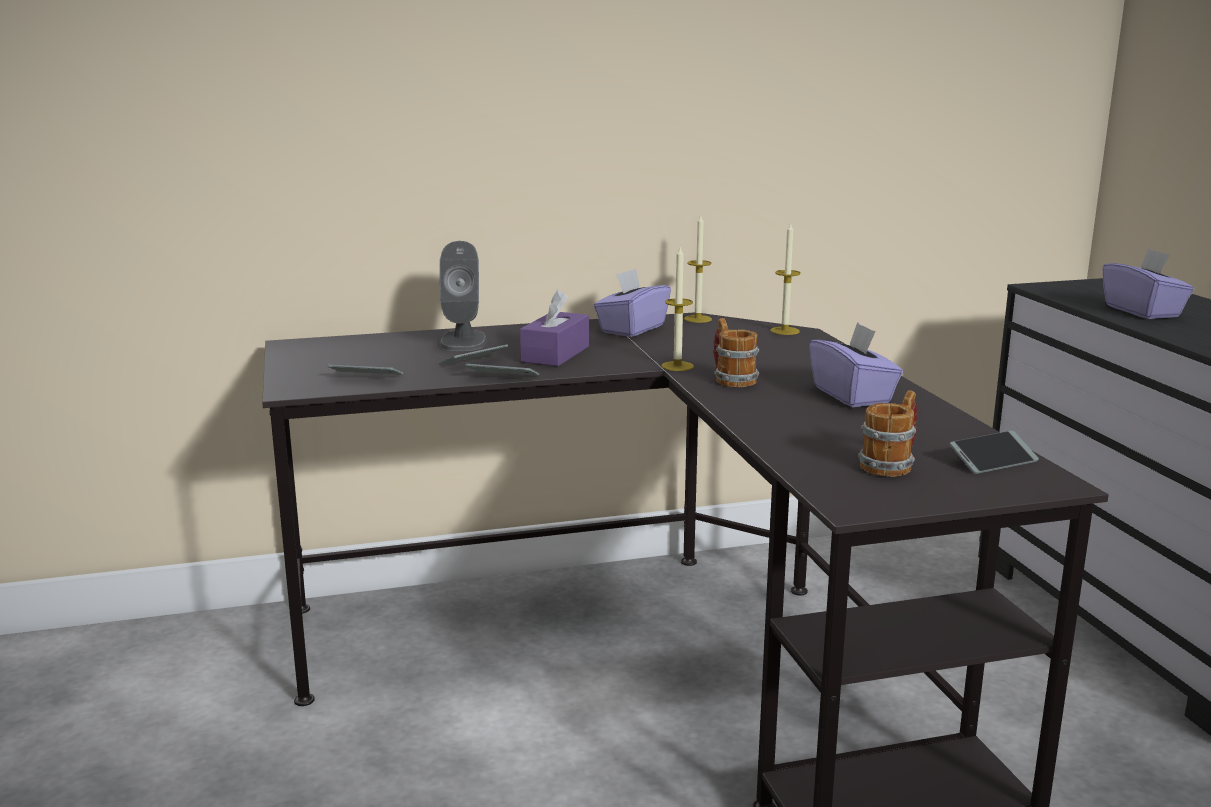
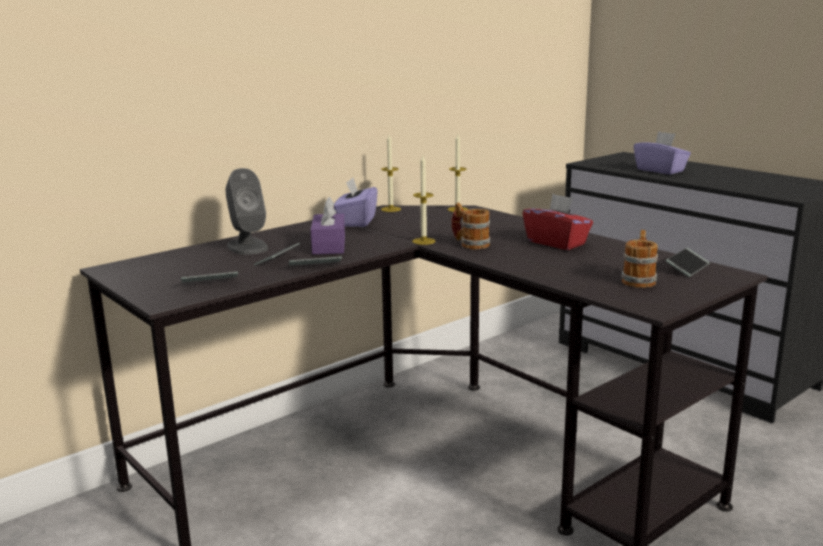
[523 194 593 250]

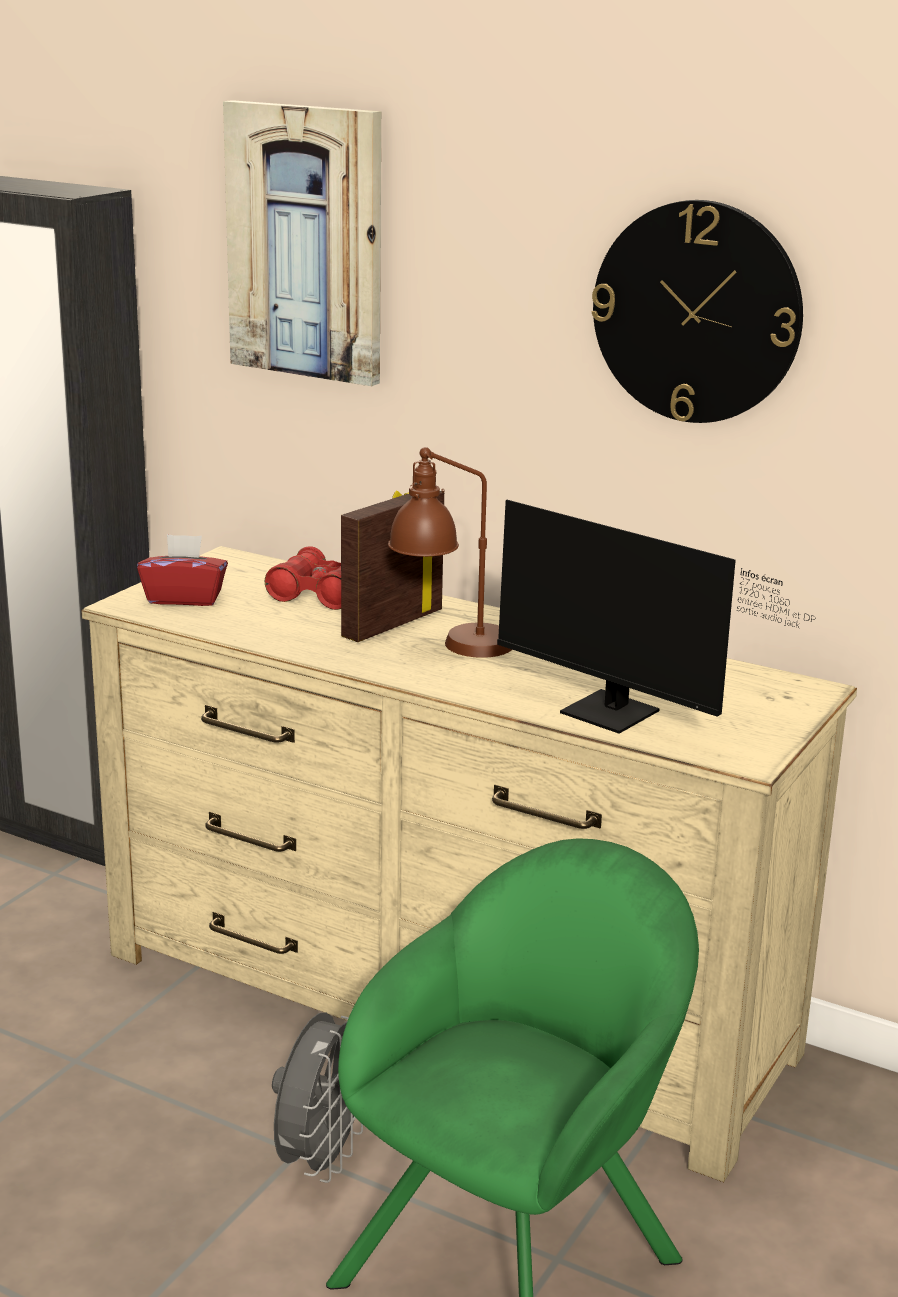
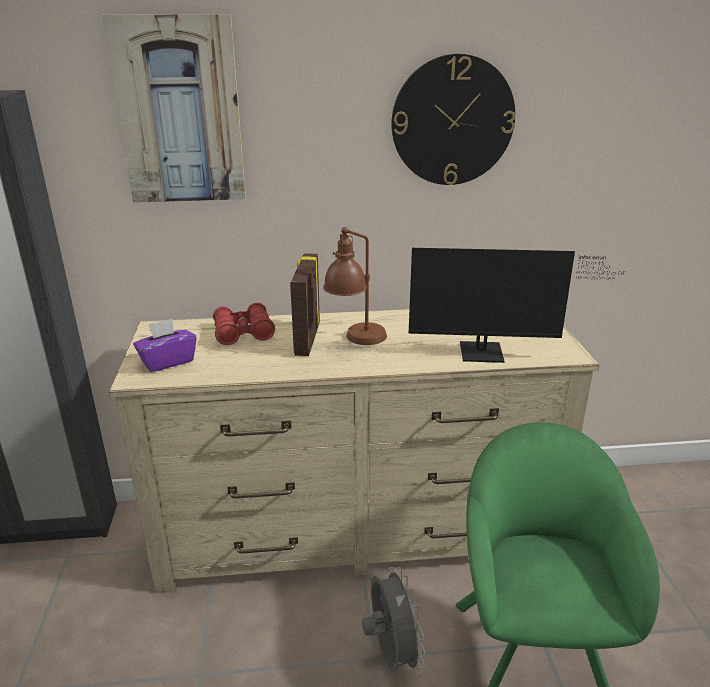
[133 319 197 372]

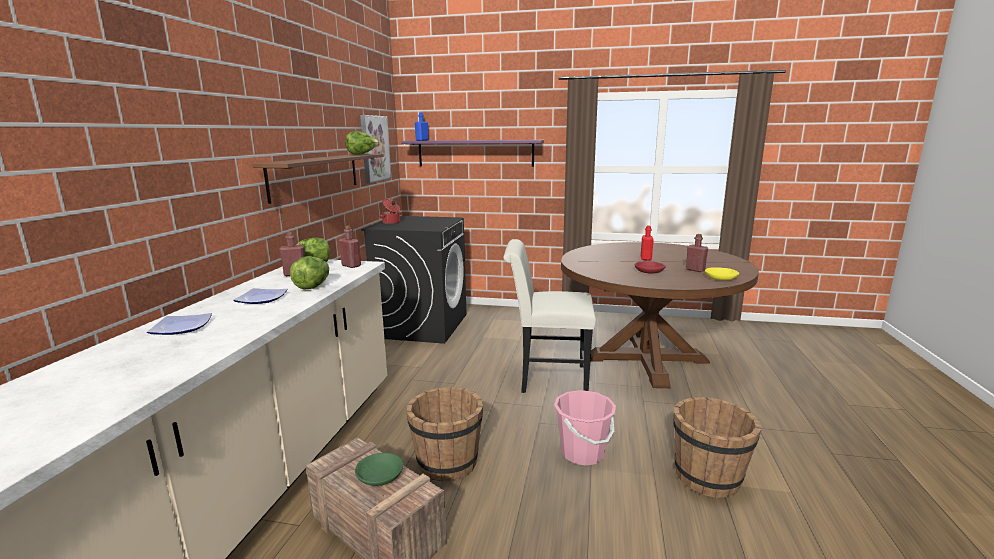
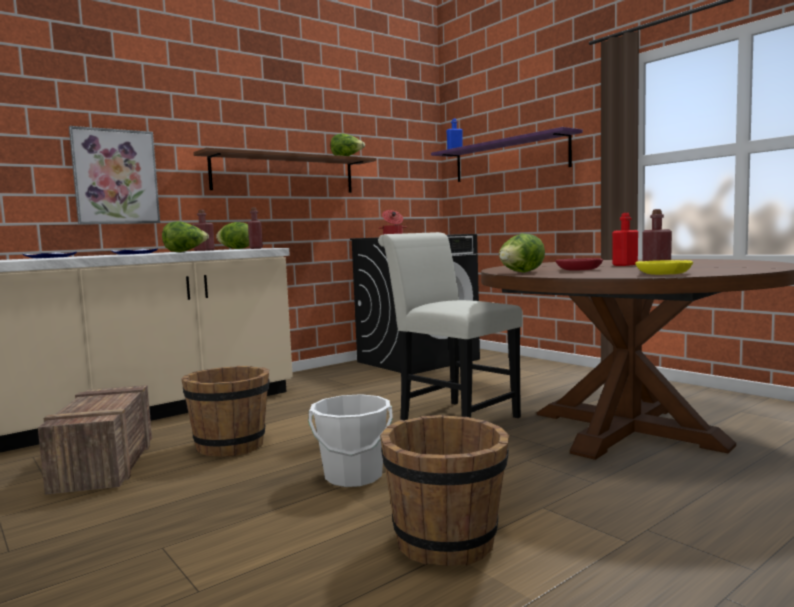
[355 453 403 486] (first image)
[69 126 160 224]
[309 394 393 487]
[499 233 545 273]

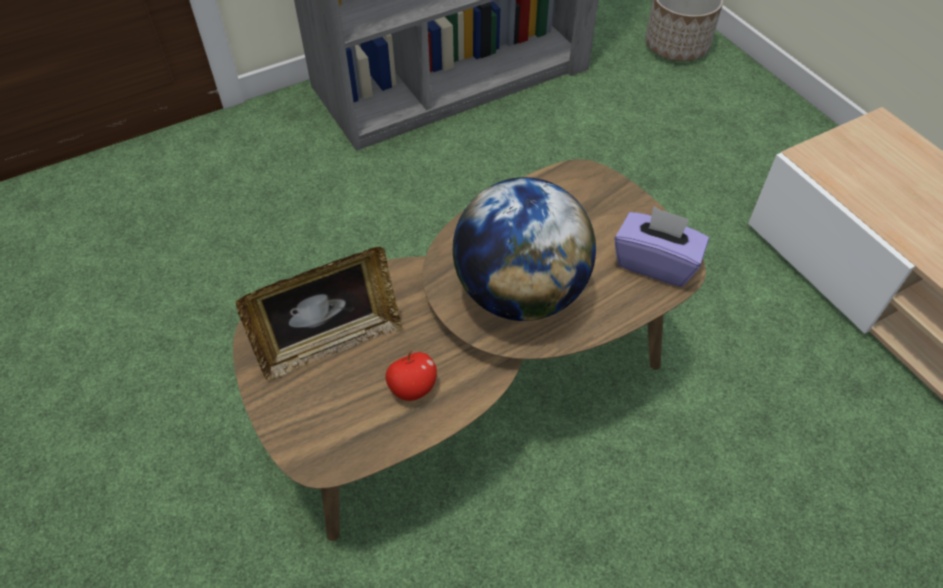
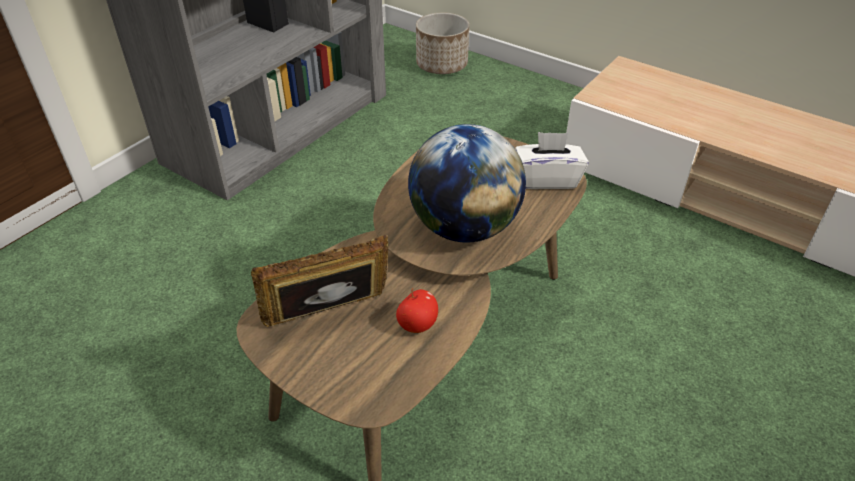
[251 235 388 327]
[515 132 588 189]

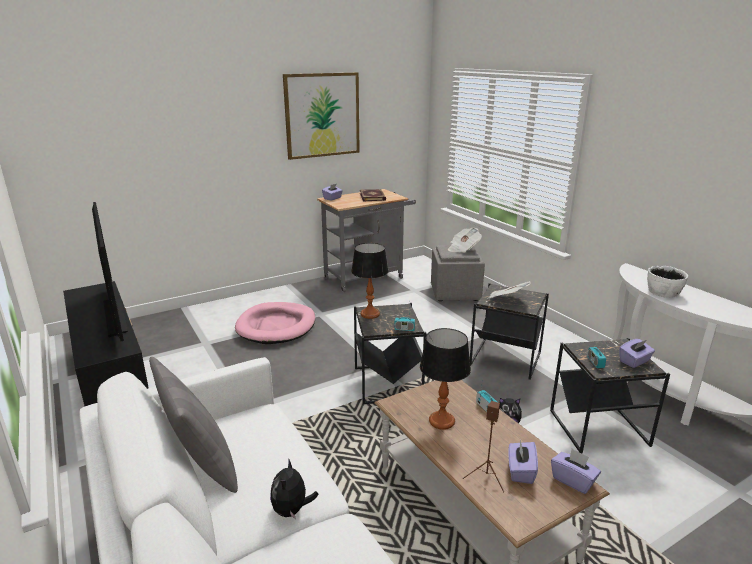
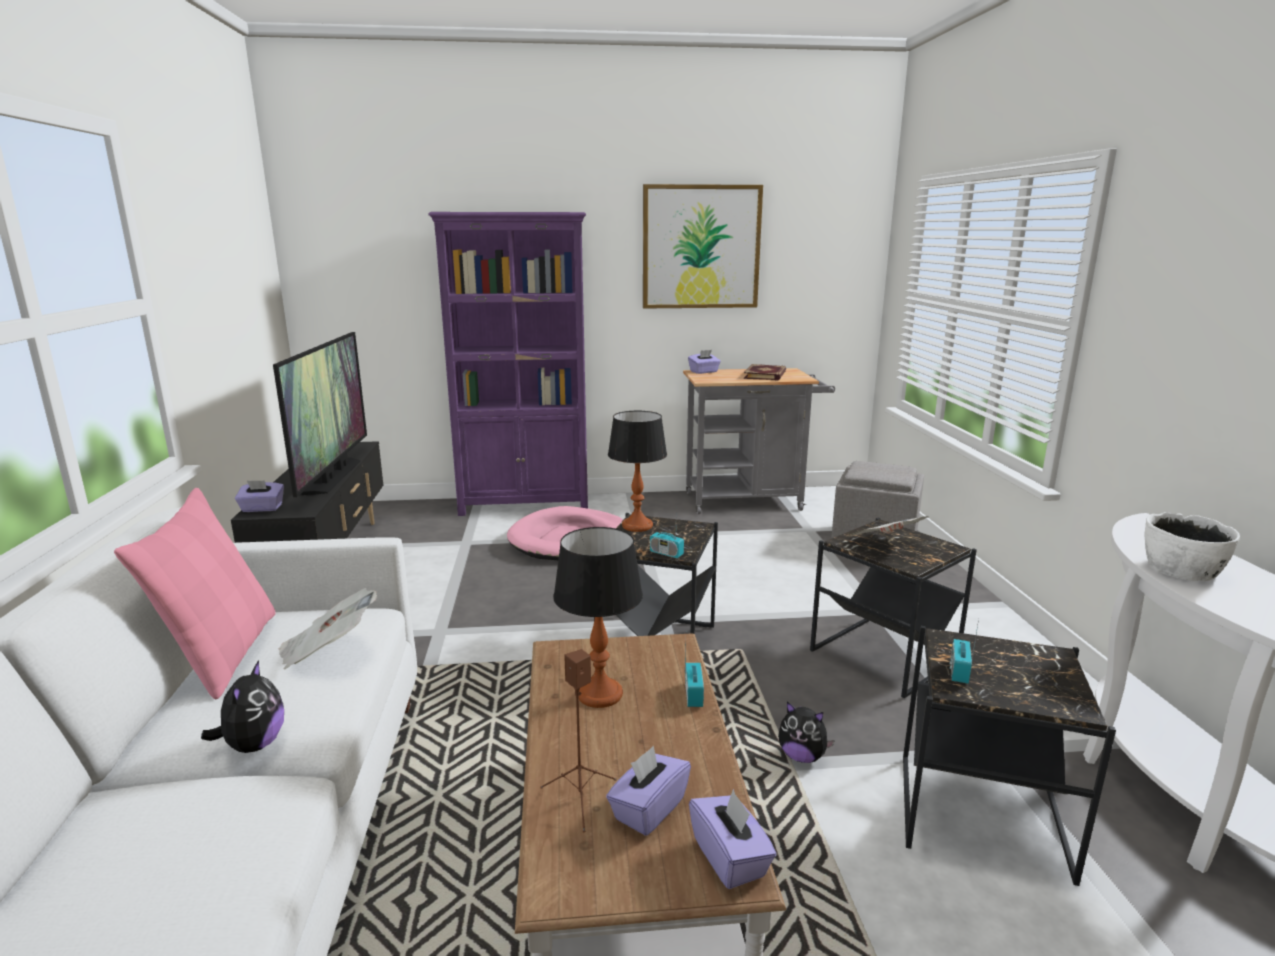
[114 488 276 699]
[201 660 284 753]
[279 588 377 670]
[235 480 284 512]
[428 212 588 516]

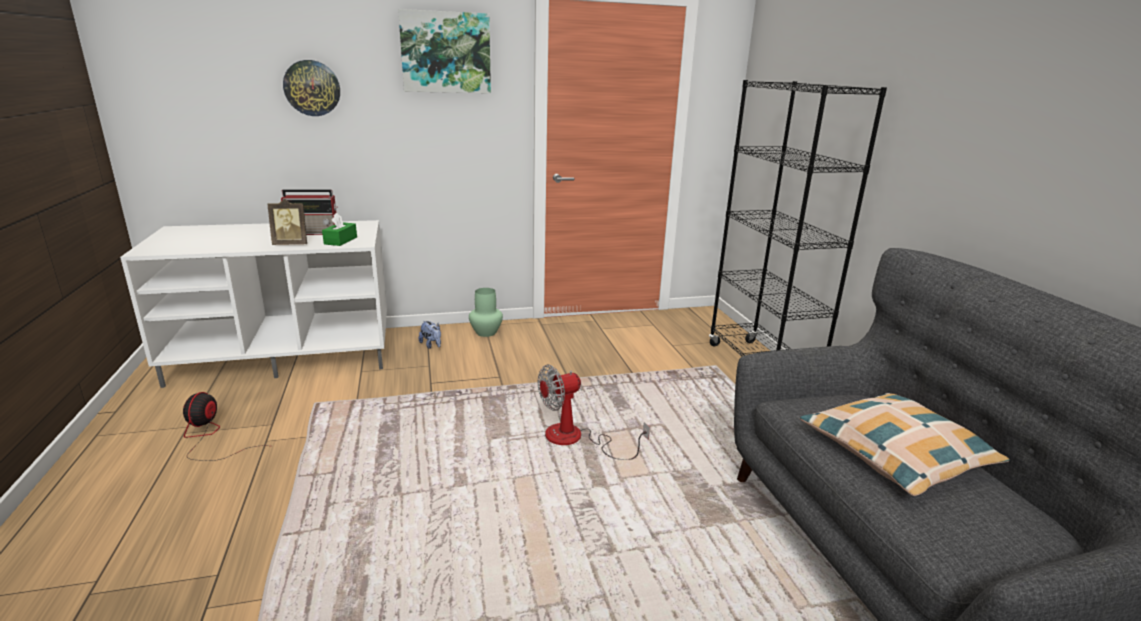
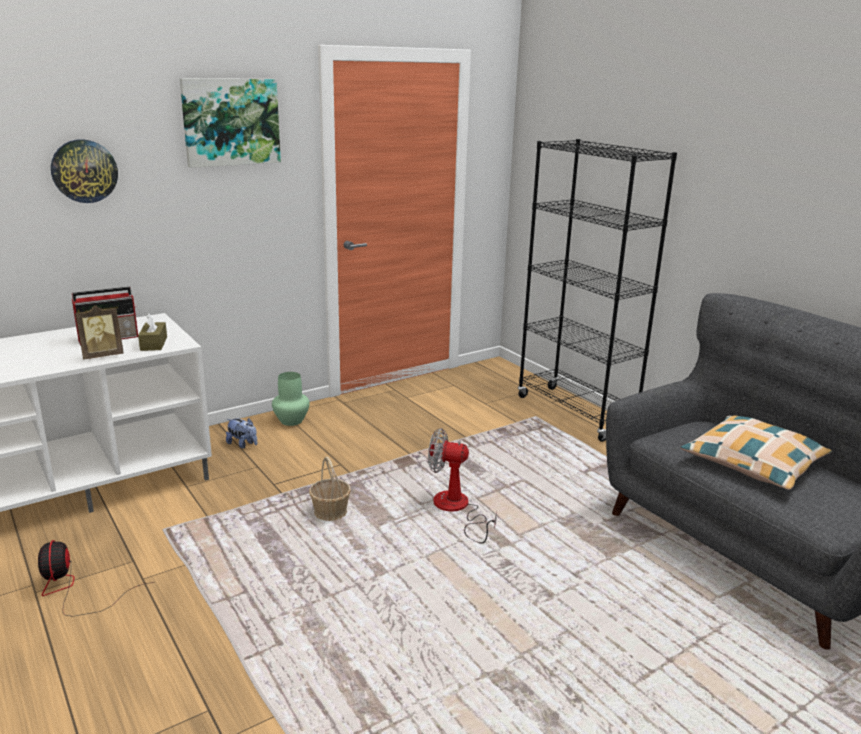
[138 313 167 351]
[428 428 497 544]
[309 457 351 521]

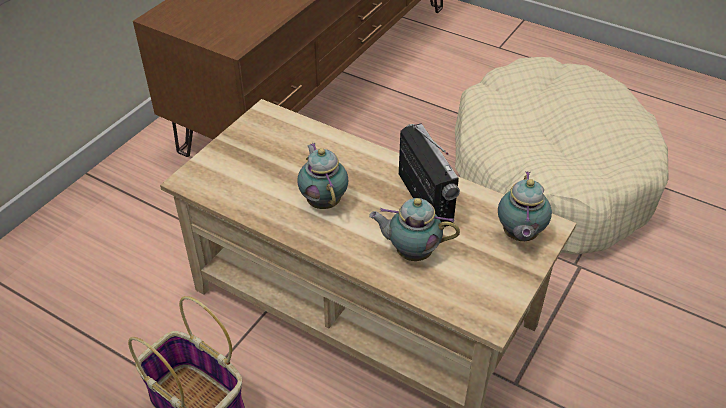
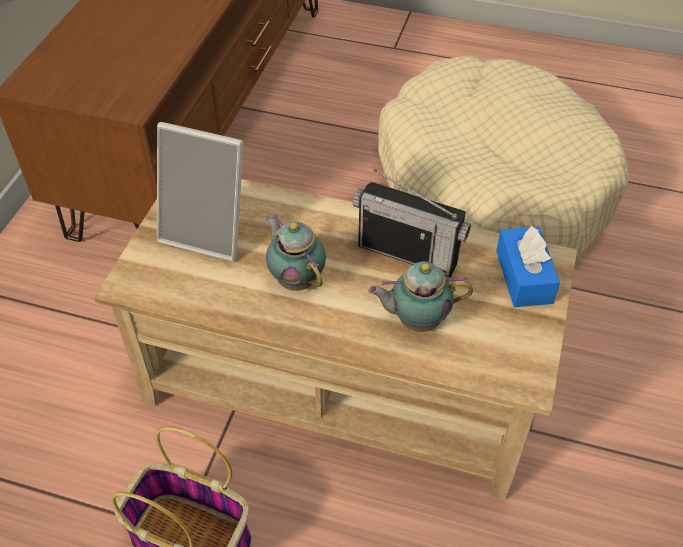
[353 169 471 277]
[496 226 560 307]
[157 122 244 262]

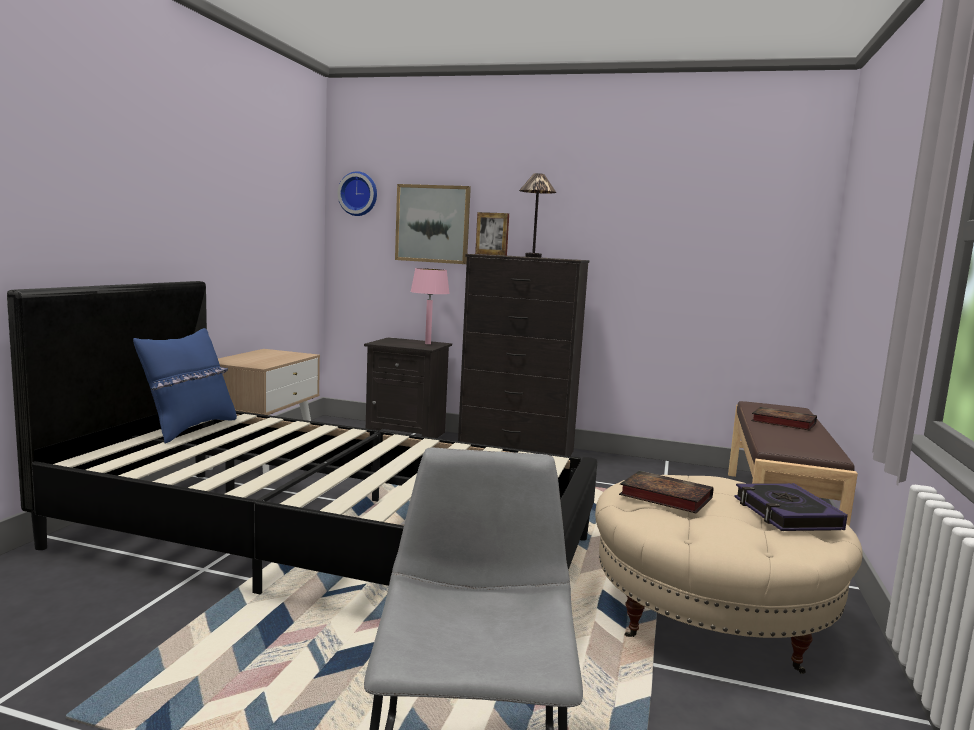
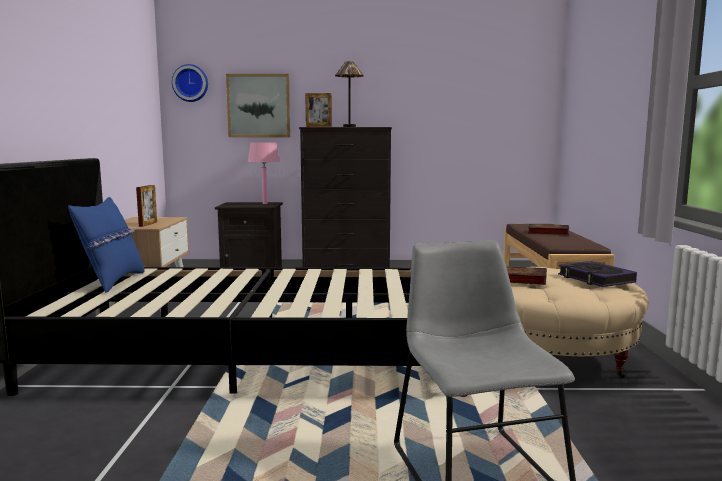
[136 185 157 227]

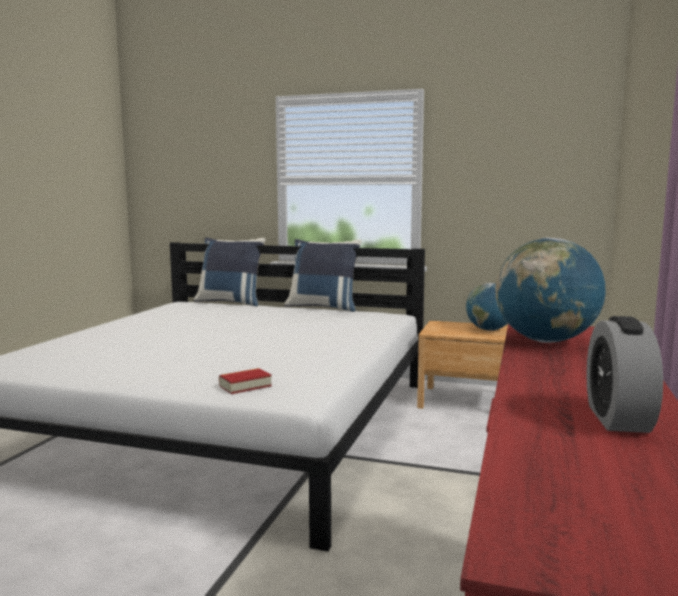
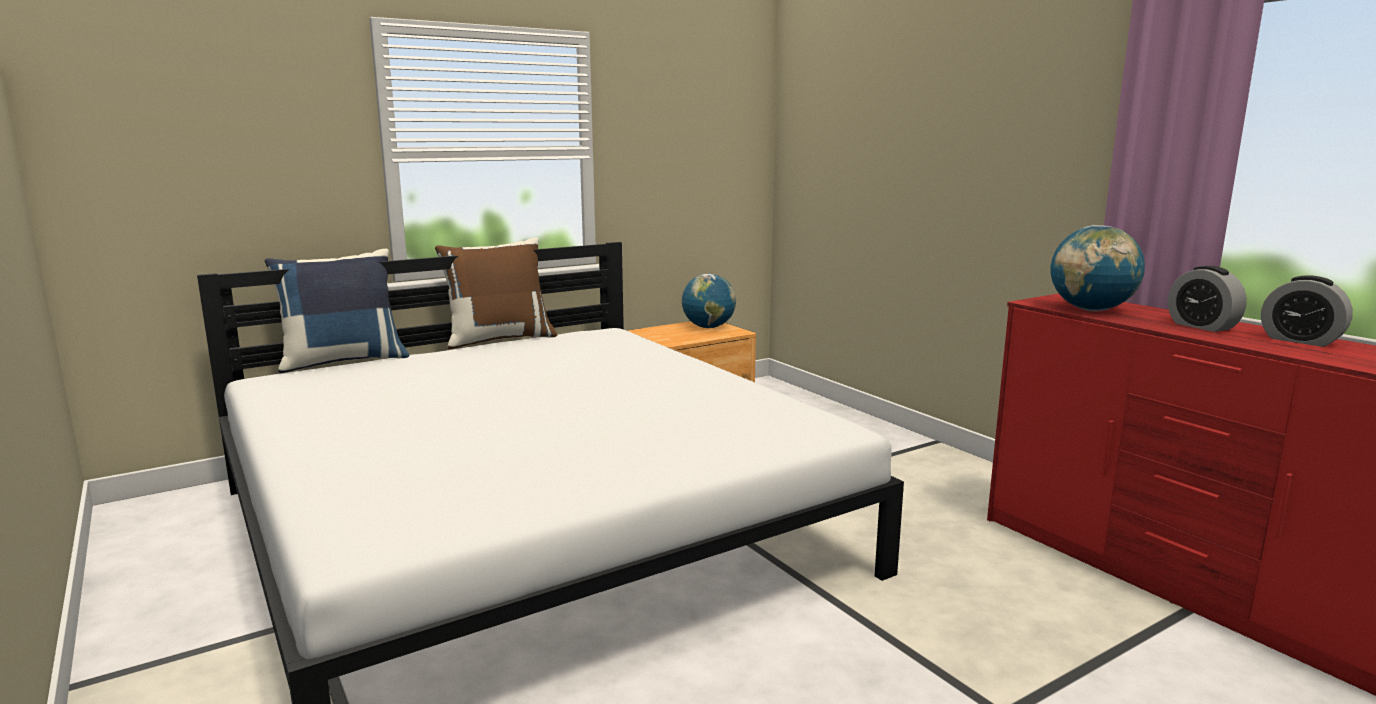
[219 368 272 394] (first image)
[435 238 557 350]
[1168 266 1247 332]

